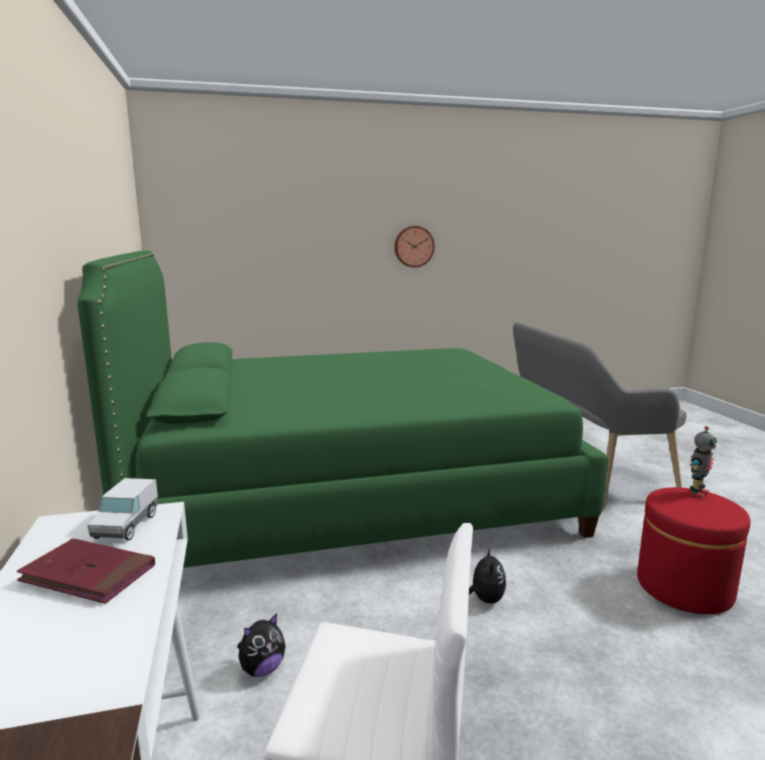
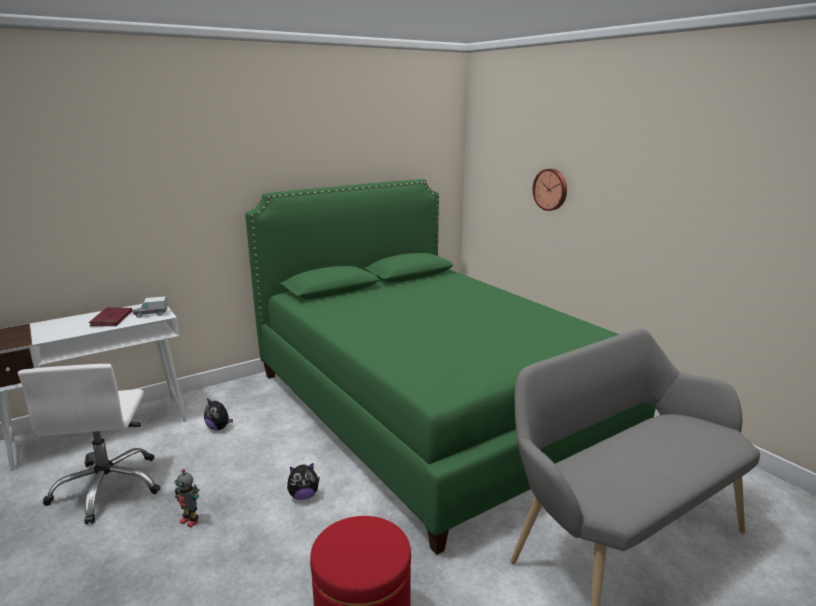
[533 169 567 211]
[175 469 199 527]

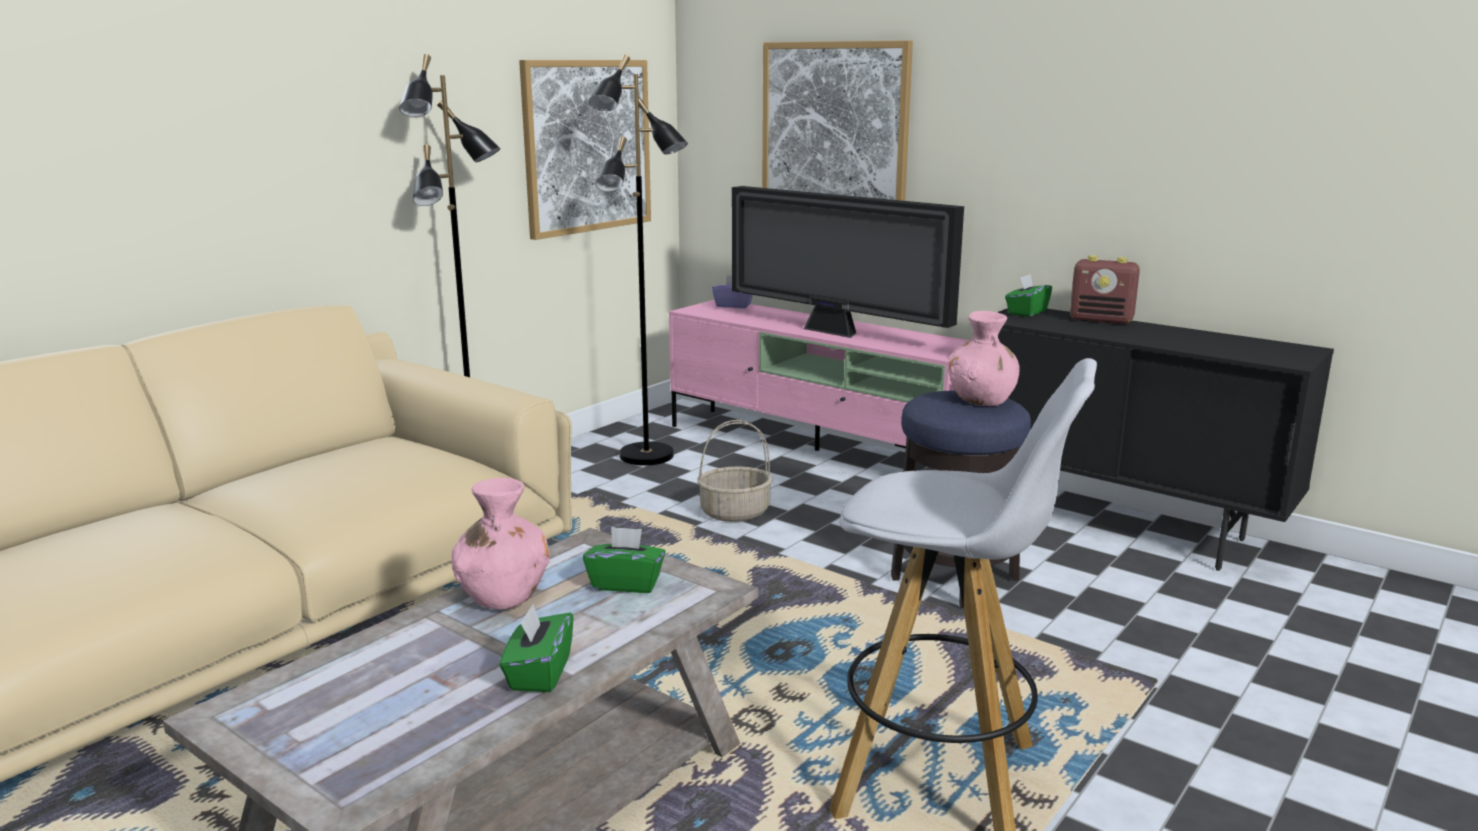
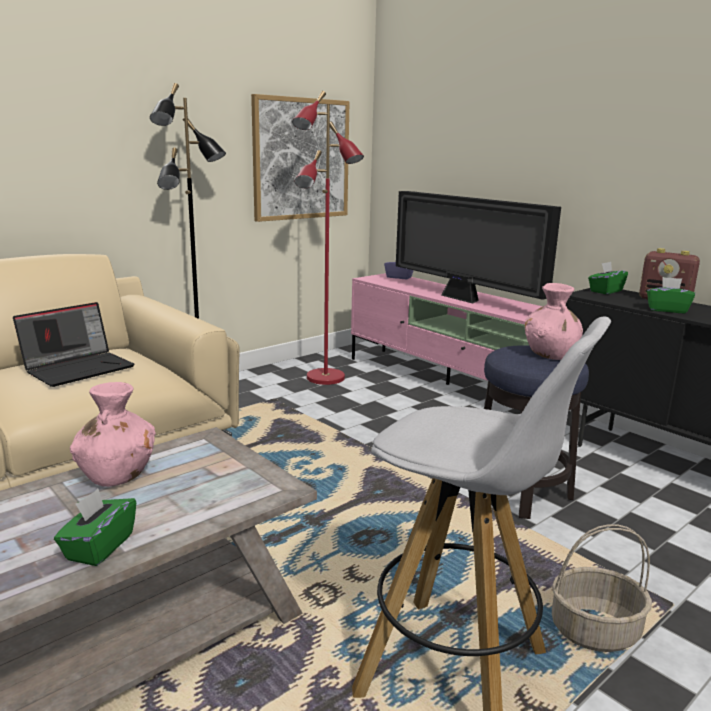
[647 277 695 313]
[292 91 364 385]
[552 524 652 652]
[762 41 913 201] (first image)
[13 302 135 387]

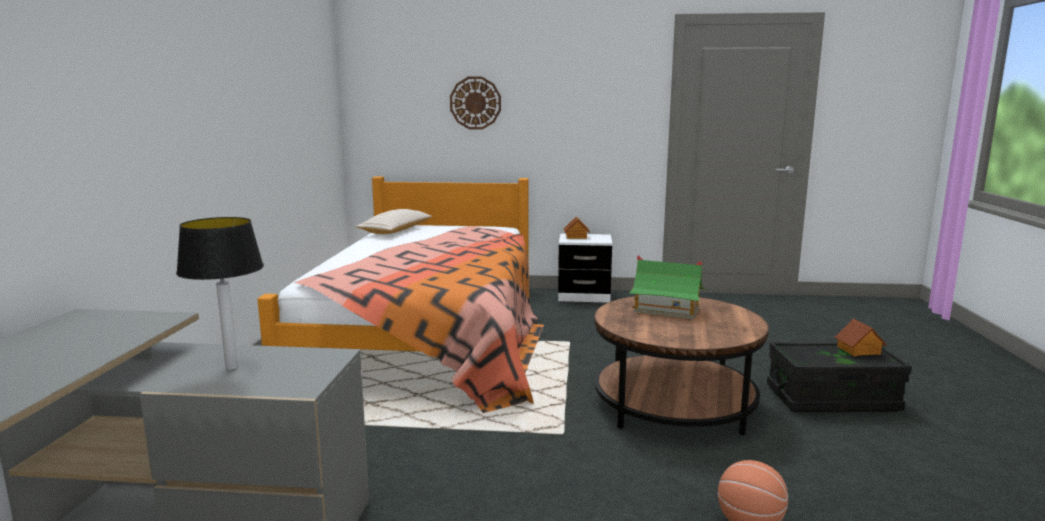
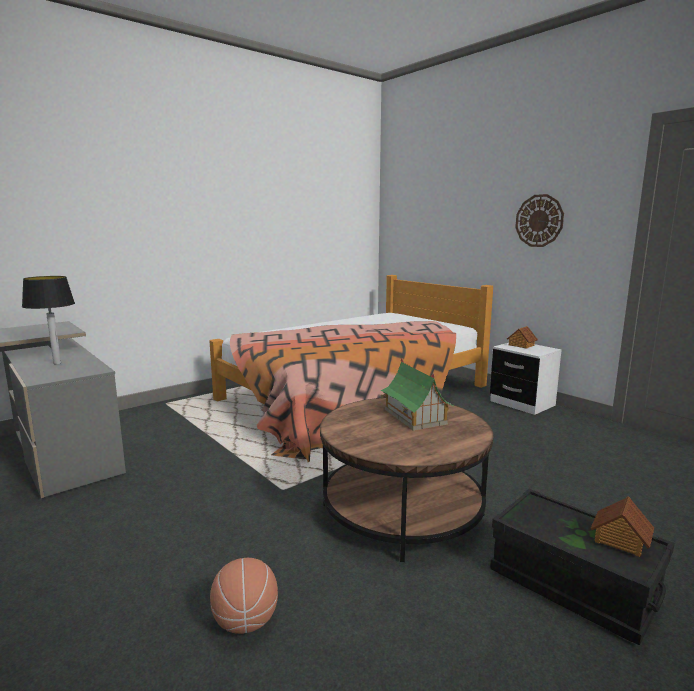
[356 209 433 234] (first image)
[515 194 564 247]

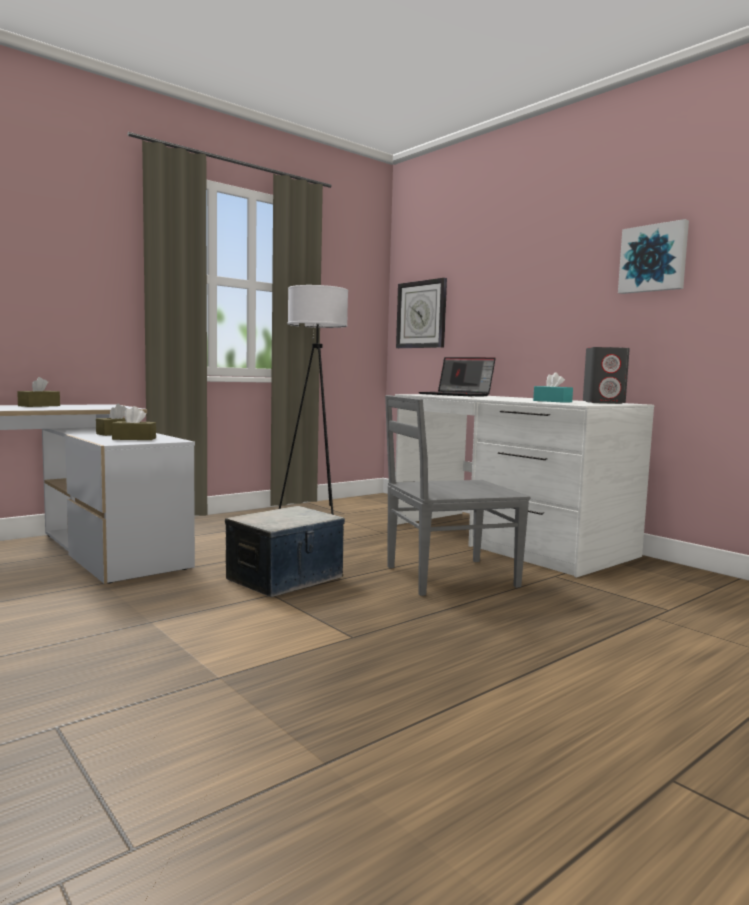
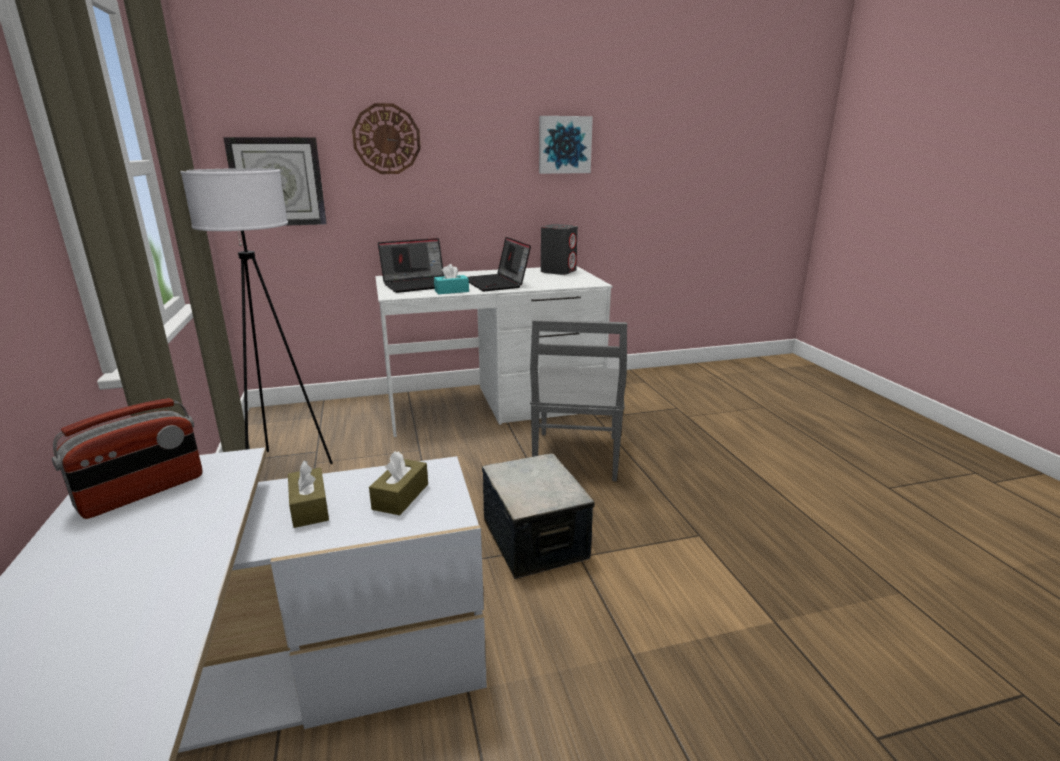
[17 377 60 407] (first image)
[434 264 469 294]
[52 398 203 519]
[352 103 421 174]
[467 237 531 291]

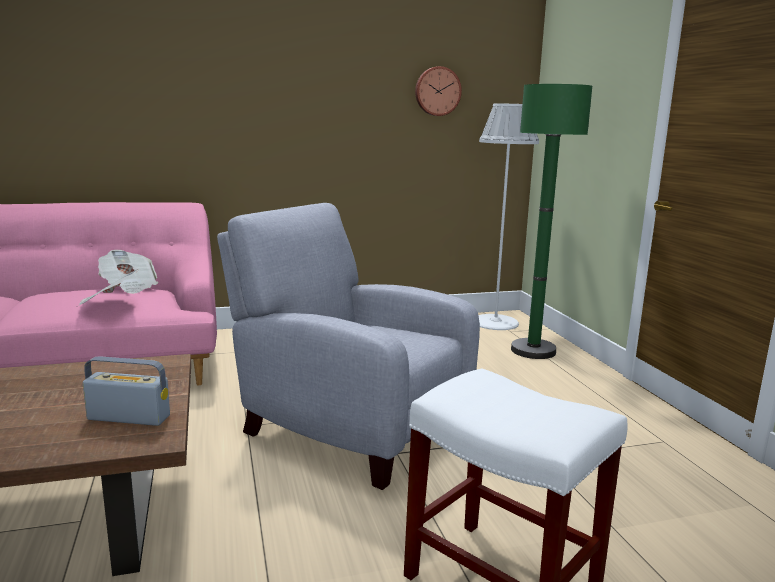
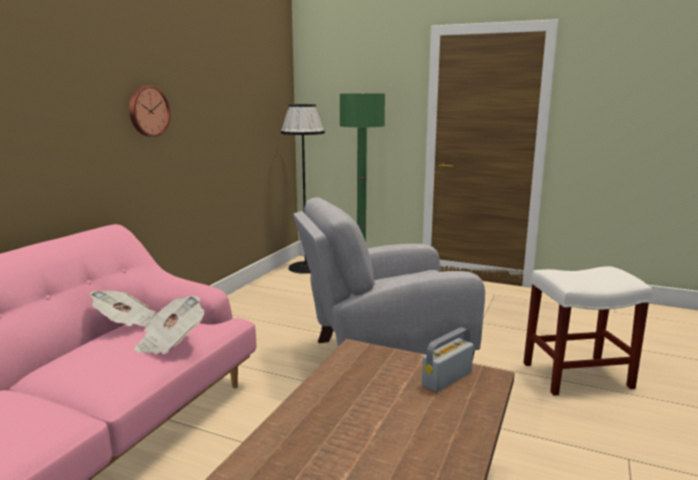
[129 86 171 137]
[281 104 325 274]

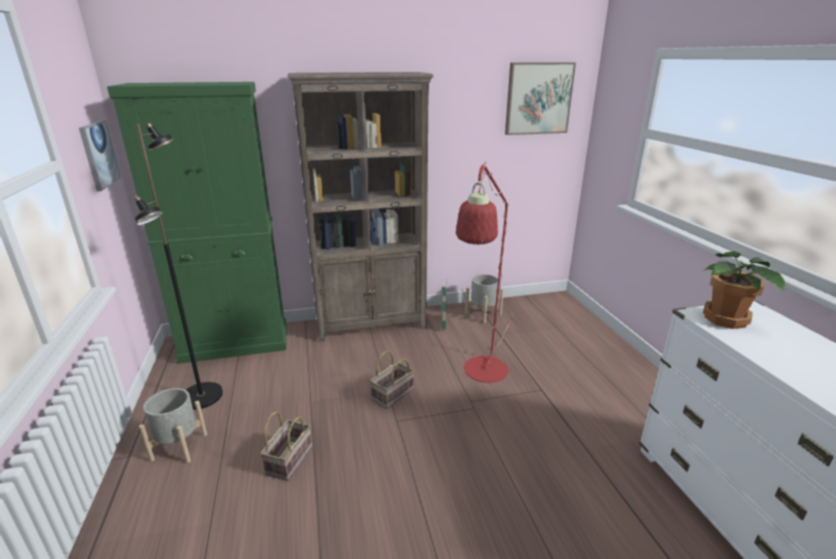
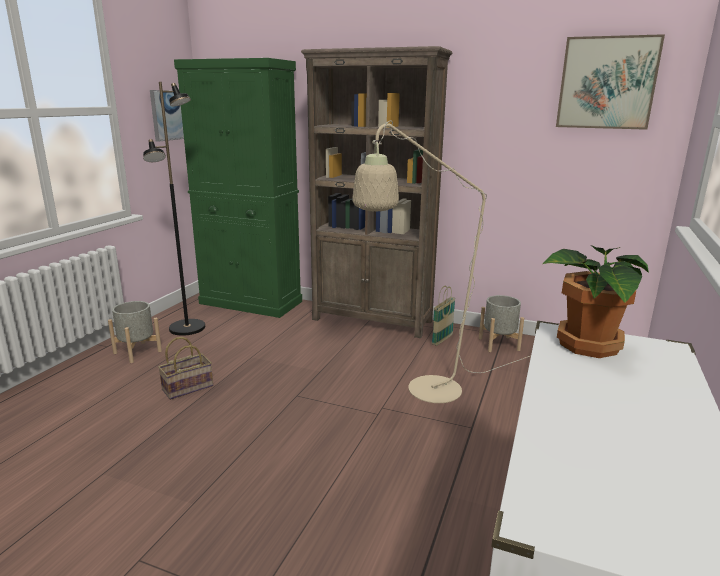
[370 351 414 409] (first image)
[352 121 530 403]

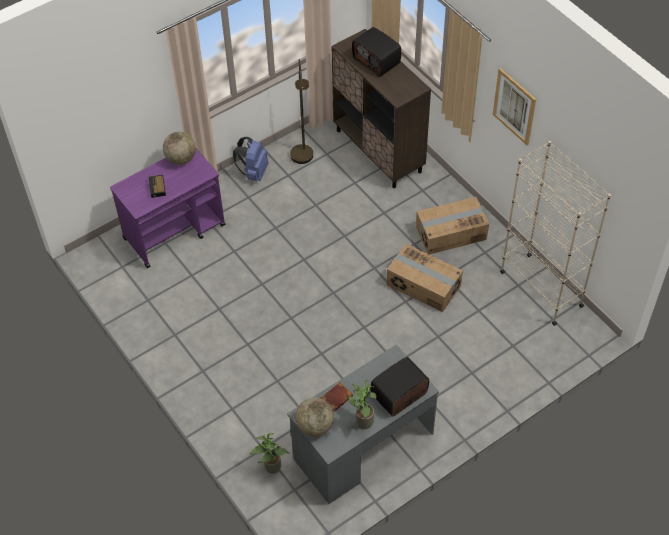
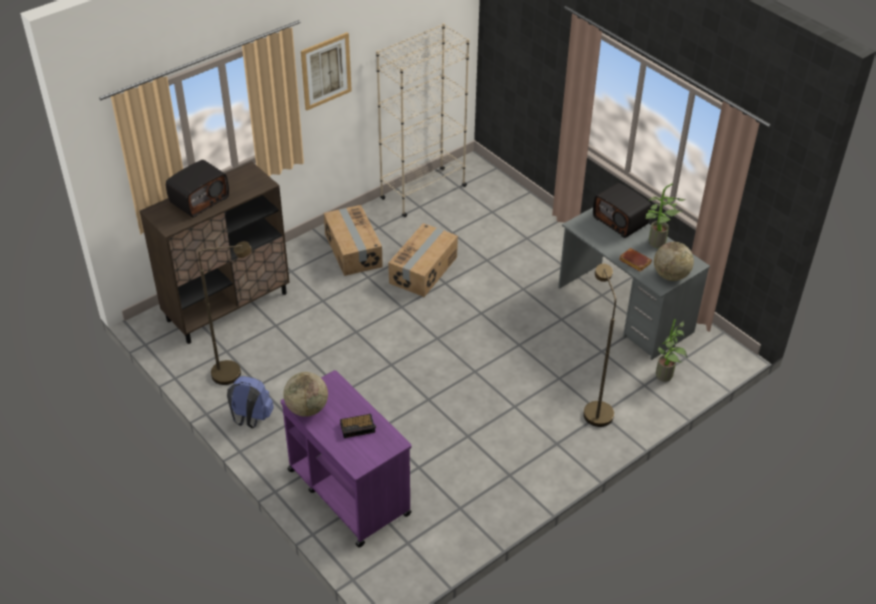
[583 264 616 427]

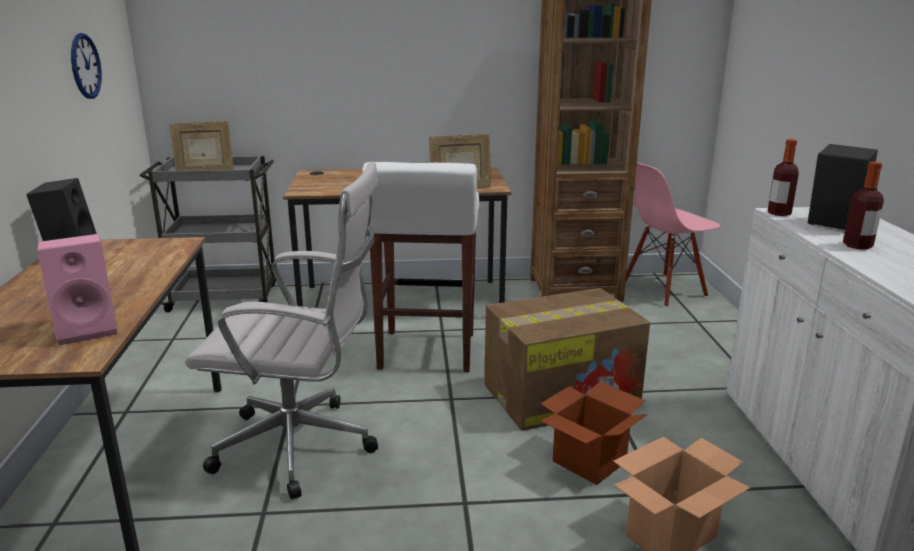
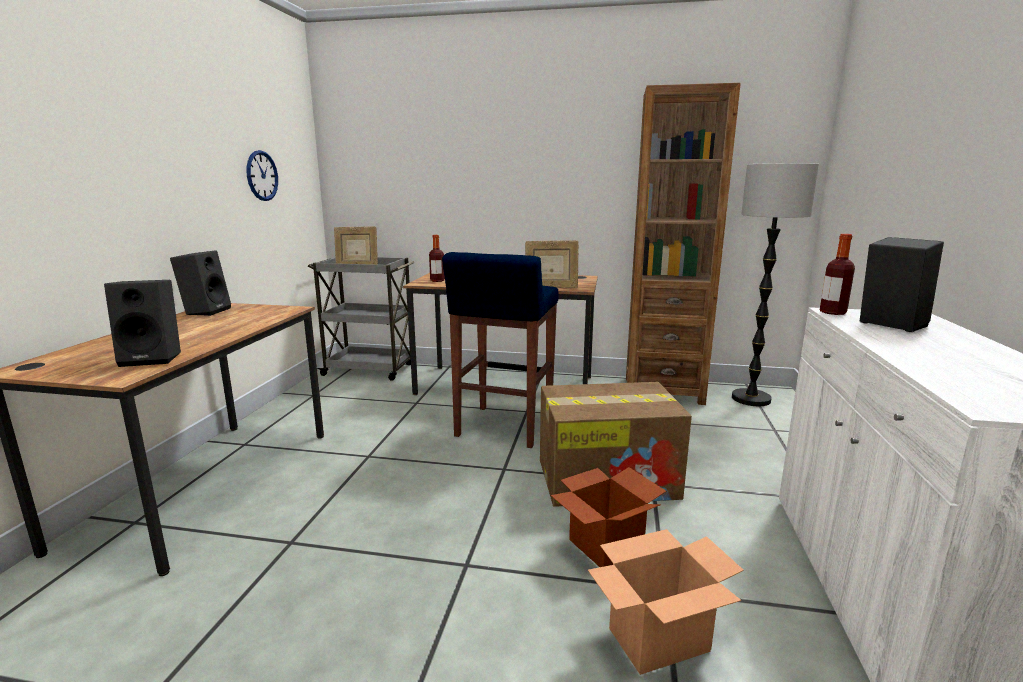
[104 280 181 367]
[185 161 379 499] (first image)
[442 252 559 448]
[732 163 819 406]
[429 235 445 282]

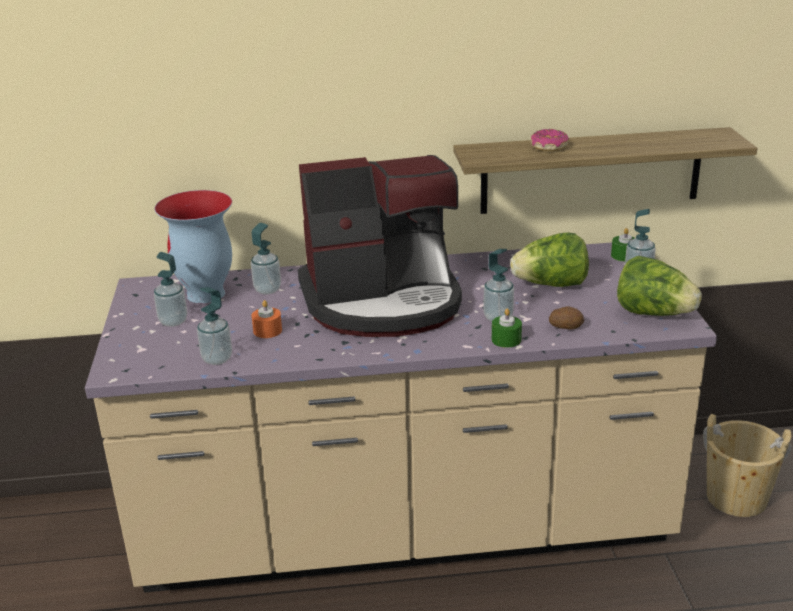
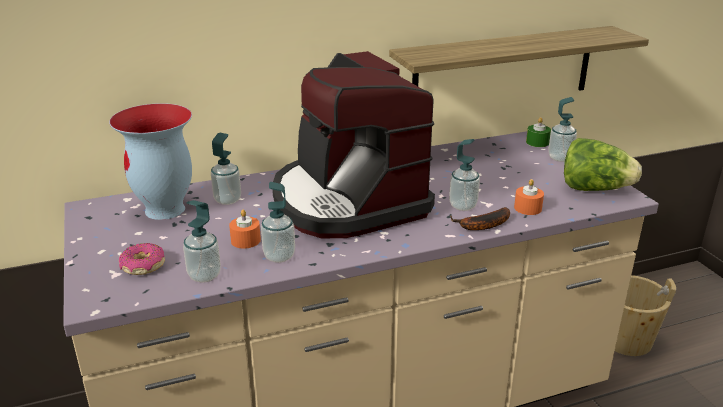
[261 182 295 263]
[272 51 435 238]
[450 207 510 230]
[510 232 589 287] (first image)
[119 243 165 275]
[514 179 544 215]

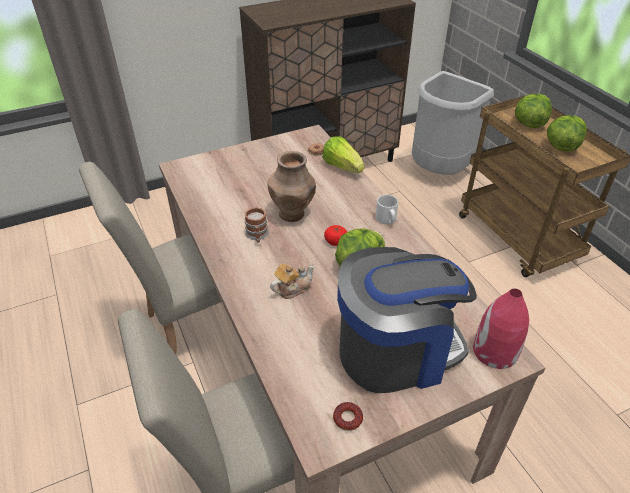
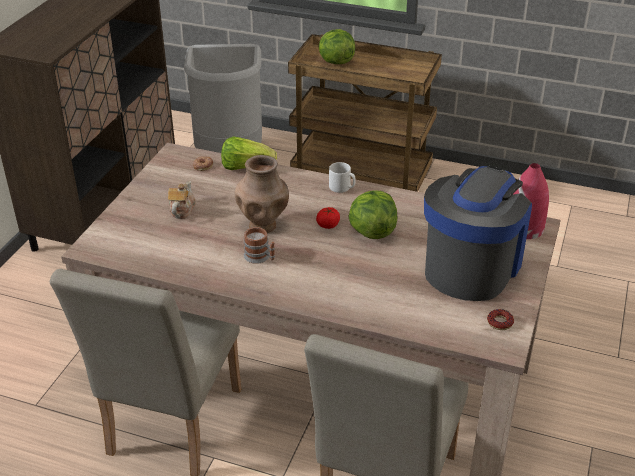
[168 181 196 219]
[547 115 587 152] (first image)

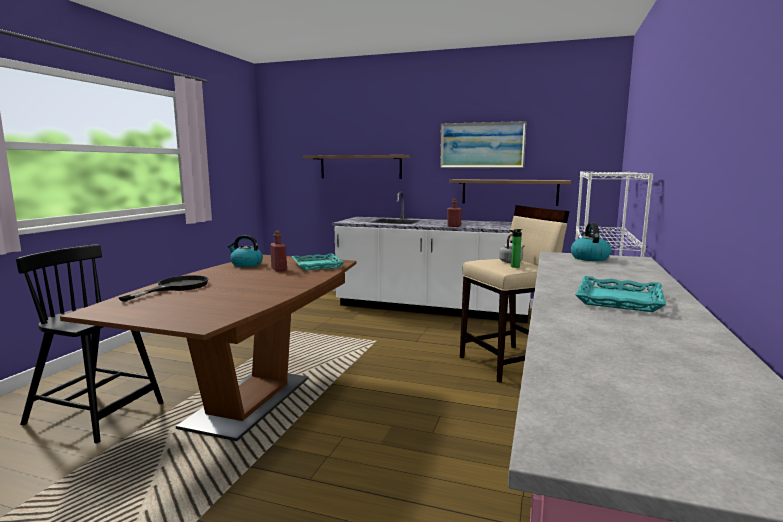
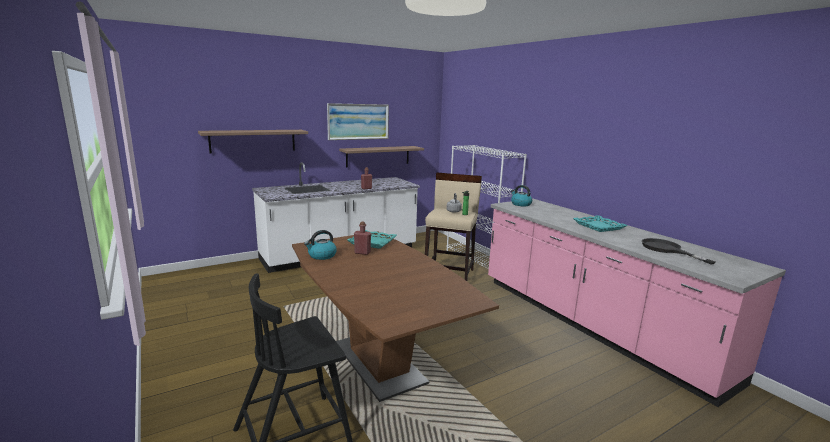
[642 238 716 264]

